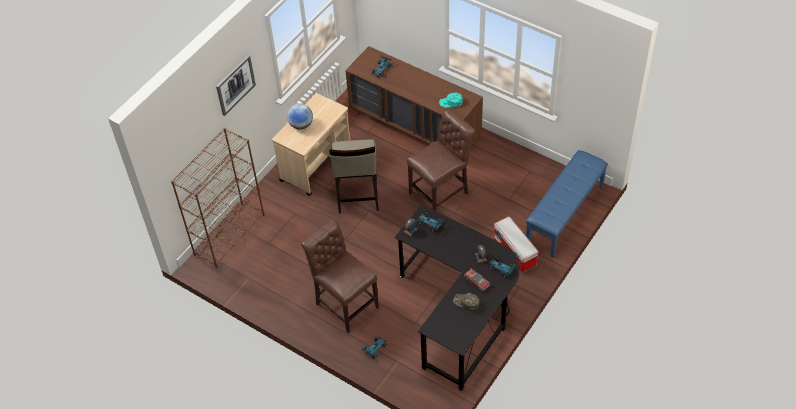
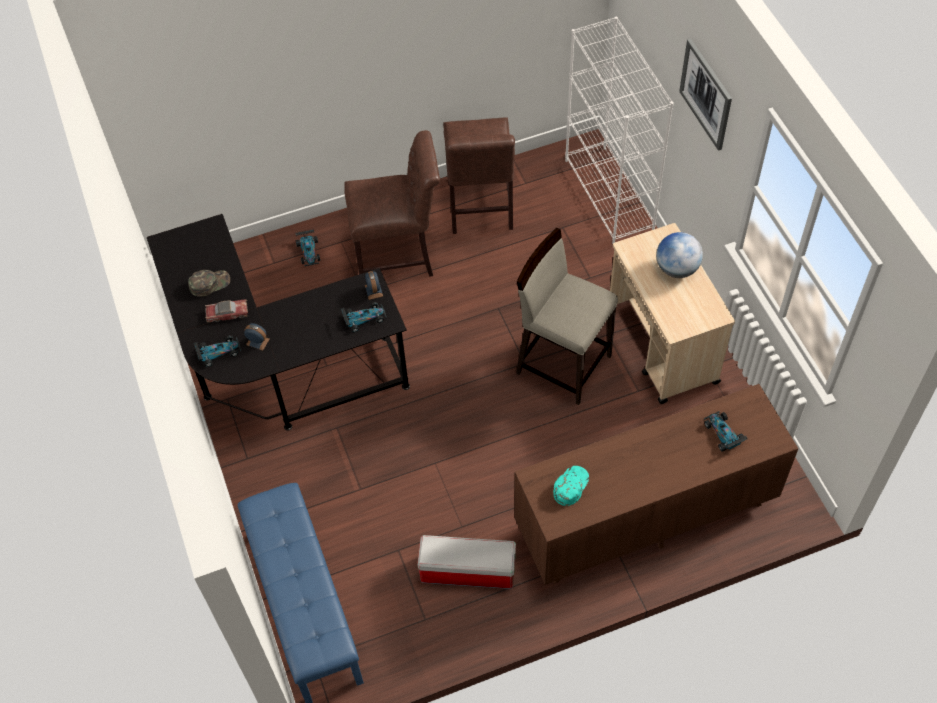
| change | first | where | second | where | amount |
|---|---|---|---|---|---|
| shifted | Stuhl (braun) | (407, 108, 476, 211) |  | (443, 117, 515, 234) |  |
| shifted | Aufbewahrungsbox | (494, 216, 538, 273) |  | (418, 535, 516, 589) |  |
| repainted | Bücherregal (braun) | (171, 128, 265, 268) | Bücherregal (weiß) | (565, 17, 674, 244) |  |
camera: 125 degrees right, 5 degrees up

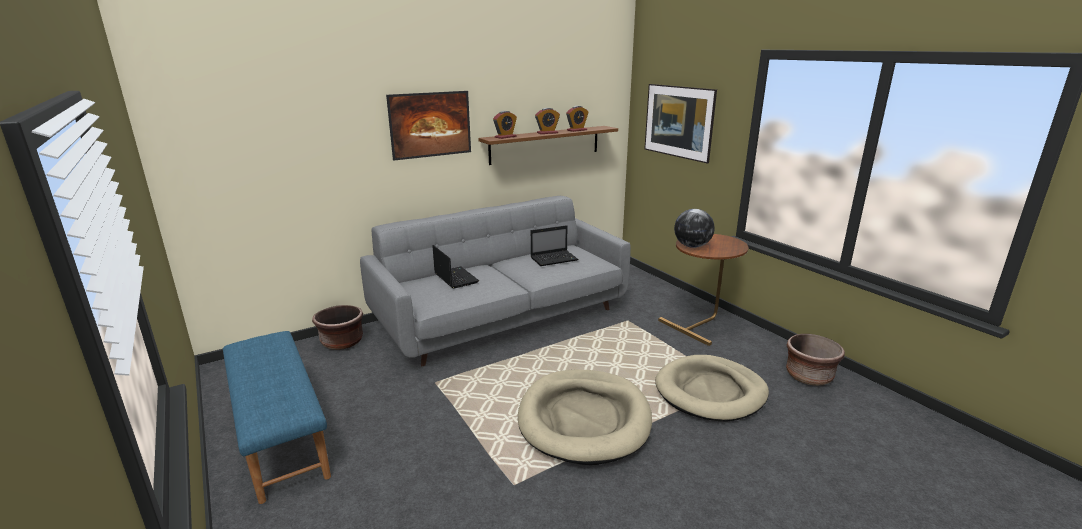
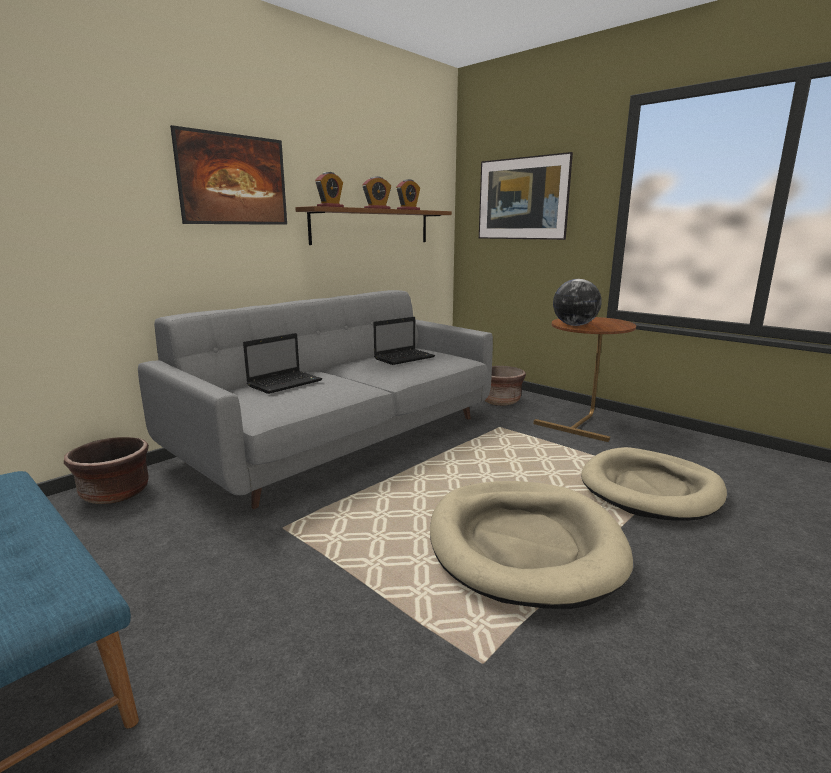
| change | first | where | second | where | amount |
|---|---|---|---|---|---|
| shifted | Pflanzkübel (braun) | (786, 334, 845, 386) |  | (485, 366, 526, 406) |  |
| rotated | Laptop | (432, 245, 479, 289) |  | (243, 333, 322, 394) | 90 degrees clockwise |
camera: 15 degrees left, 5 degrees down

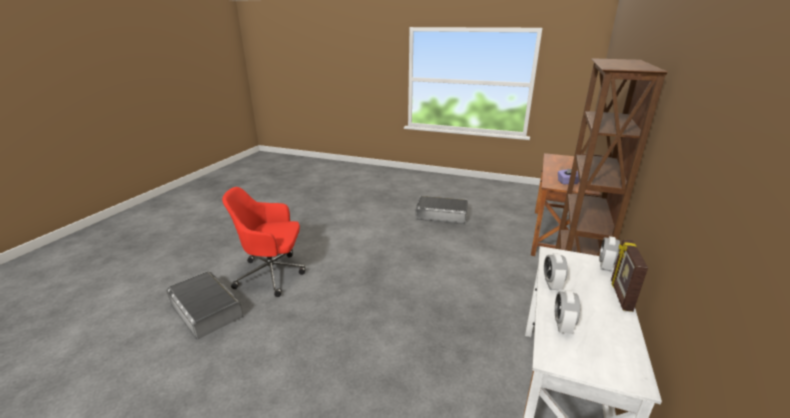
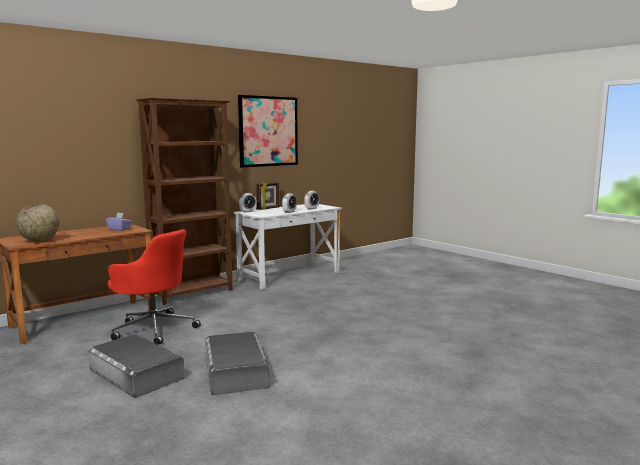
| change | first | where | second | where | amount |
|---|---|---|---|---|---|
| new |  |  | Globus | (16, 203, 59, 242) |  |
| new |  |  | Bild | (238, 95, 298, 167) |  |
| shifted | Aufbewahrungsbox (grau) | (166, 271, 243, 340) |  | (205, 332, 270, 395) |  |
| shifted | Bürostuhl (rot) | (222, 187, 306, 297) |  | (108, 229, 201, 345) |  |
camera: 150 degrees left, 15 degrees down

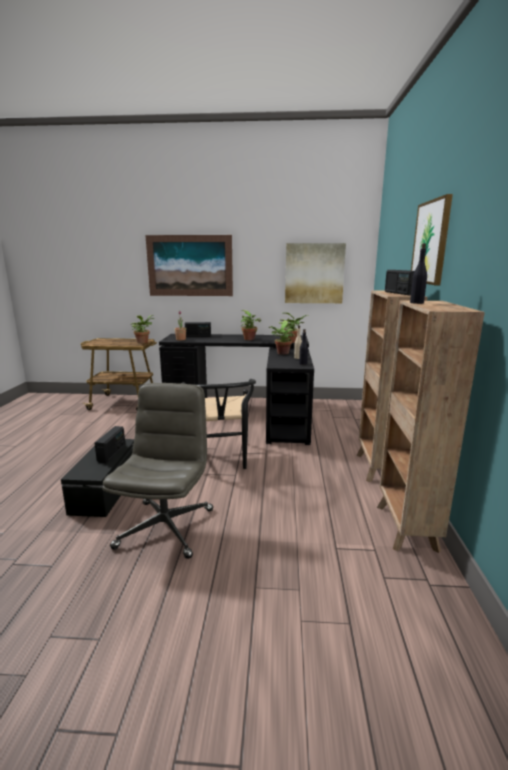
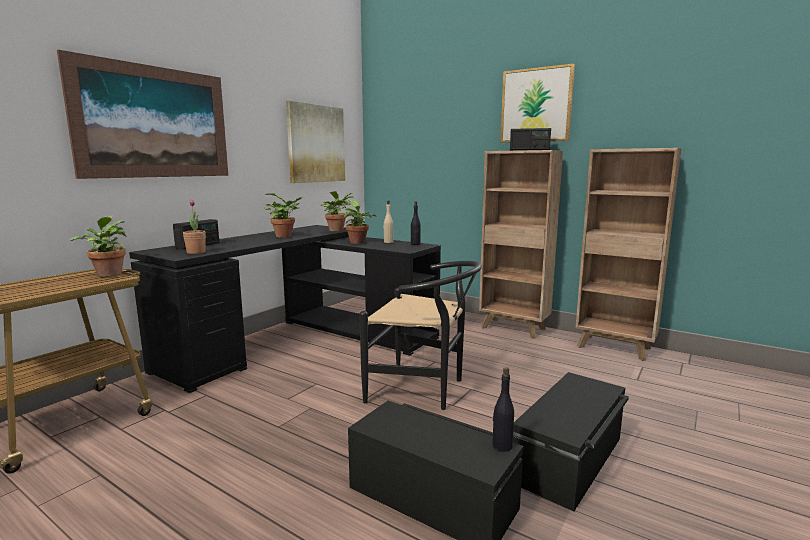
| change | first | where | second | where | amount |
|---|---|---|---|---|---|
| gone | Radio | (94, 426, 126, 463) |  |  |  |
| shifted | Flasche (schwarz) | (410, 243, 427, 304) |  | (492, 367, 514, 452) |  |
| swapped | Bürostuhl (grau) | (102, 383, 213, 559) | Aufbewahrungsbox (schwarz) | (513, 372, 629, 511) |  |
camera: 60 degrees left, 5 degrees down

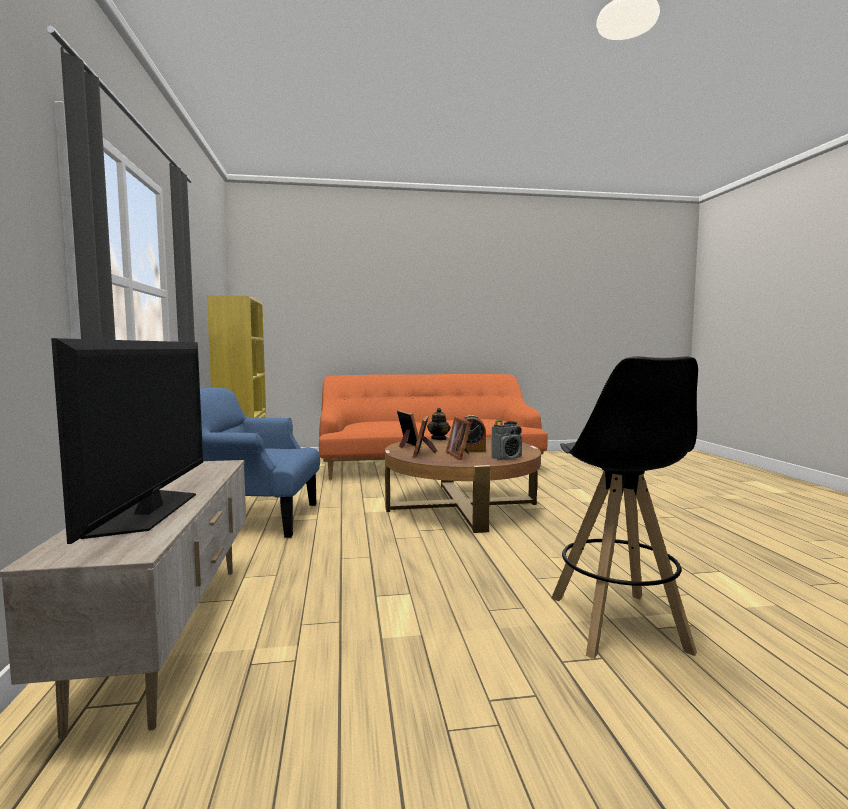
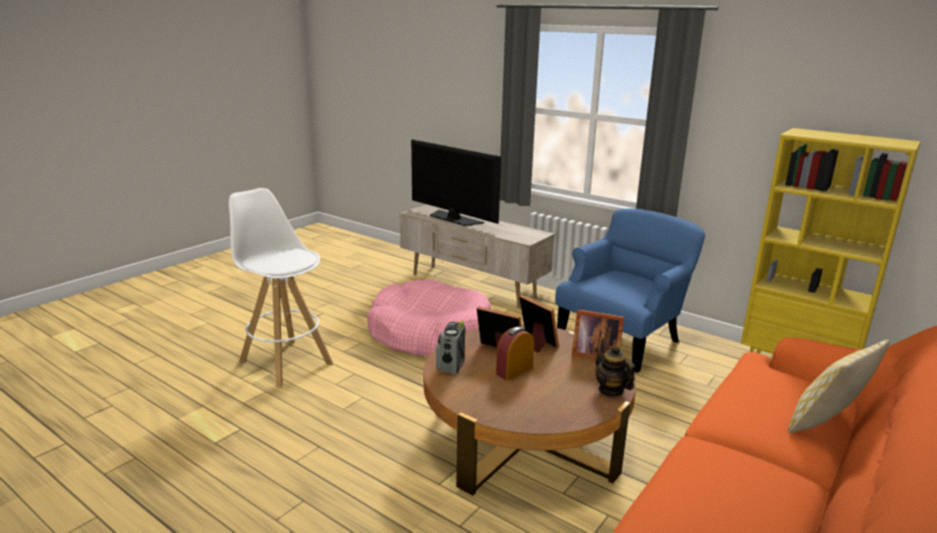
| change | first | where | second | where | amount |
|---|---|---|---|---|---|
| new |  |  | Hundebett (rosa) | (367, 279, 492, 356) |  |
| new |  |  | Kissen | (788, 340, 890, 433) |  |
| repainted | Hocker (schwarz) | (551, 356, 698, 659) | Hocker (weiß) | (229, 188, 333, 387) |  |
camera: 135 degrees right, 15 degrees up

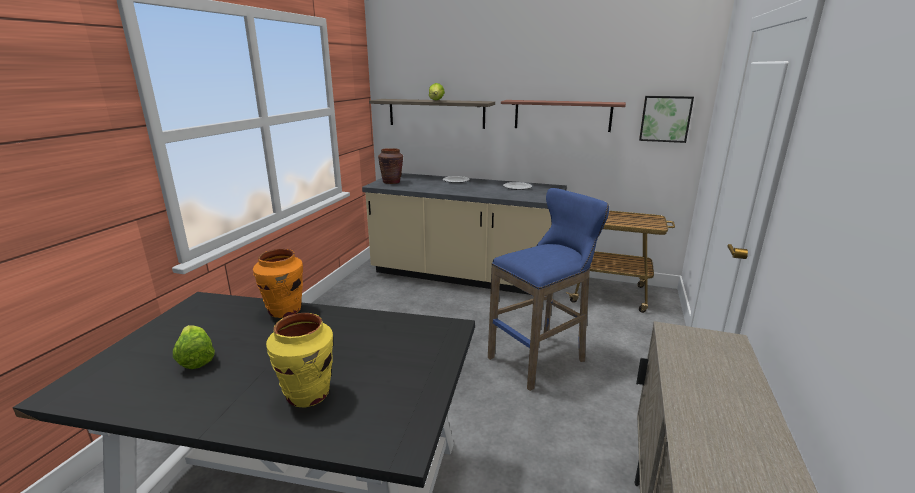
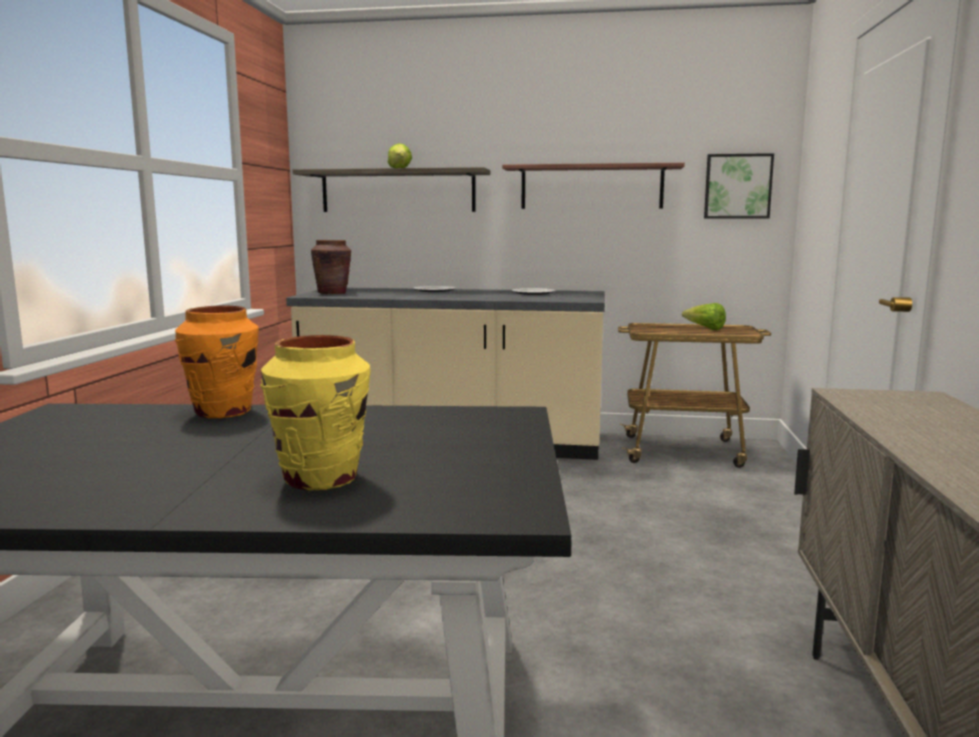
| change | first | where | second | where | amount |
|---|---|---|---|---|---|
| gone | Hocker (blau) | (488, 188, 609, 391) |  |  |  |
| shifted | Salatkopf | (173, 325, 215, 369) |  | (682, 303, 726, 330) |  |
camera: 10 degrees left, 10 degrees down

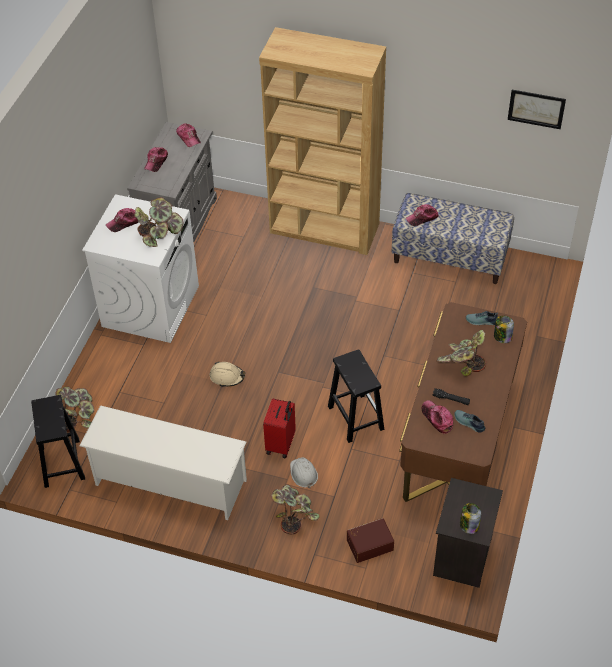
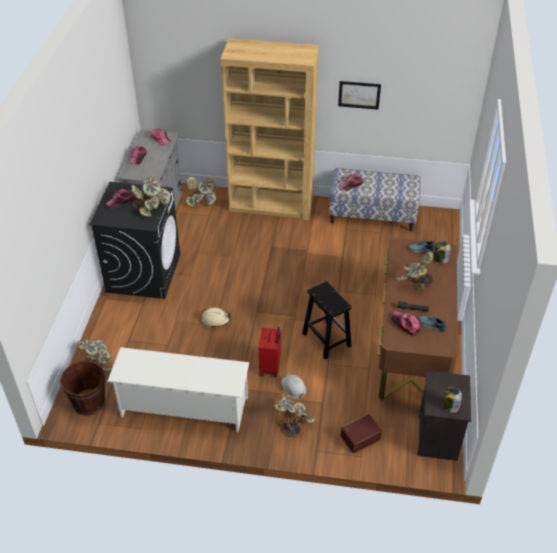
| change | first | where | second | where | amount |
|---|---|---|---|---|---|
| new |  |  | Topfpflanze | (186, 177, 216, 207) |  |
| shifted | Bild | (508, 90, 566, 129) |  | (338, 81, 381, 110) |  |
| swapped | Hocker (schwarz) | (31, 395, 85, 488) | Eimer (braun) | (60, 361, 105, 416) |  |
| repainted | Waschmaschine (weiß) | (82, 194, 199, 343) | Waschmaschine (schwarz) | (89, 182, 180, 299) |  |
camera: 10 degrees left, 5 degrees down

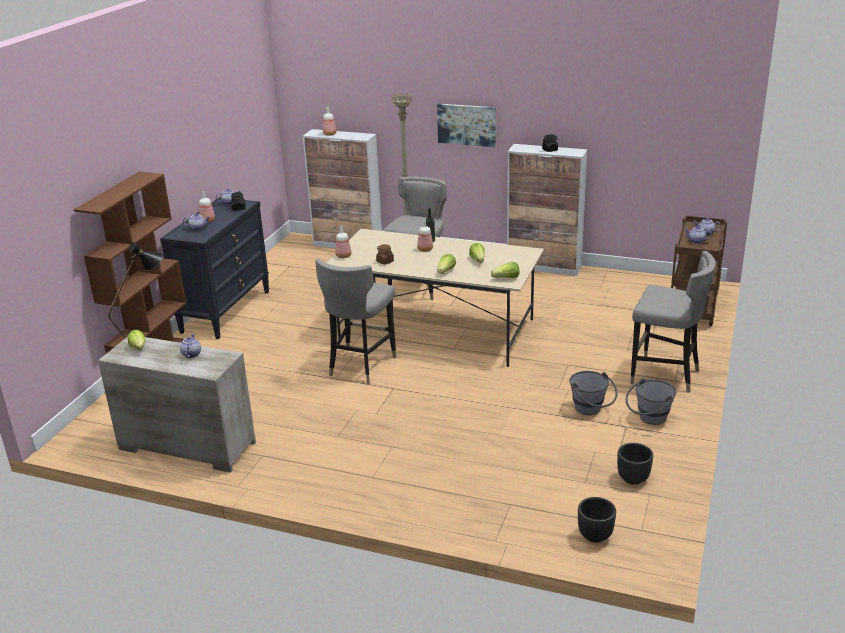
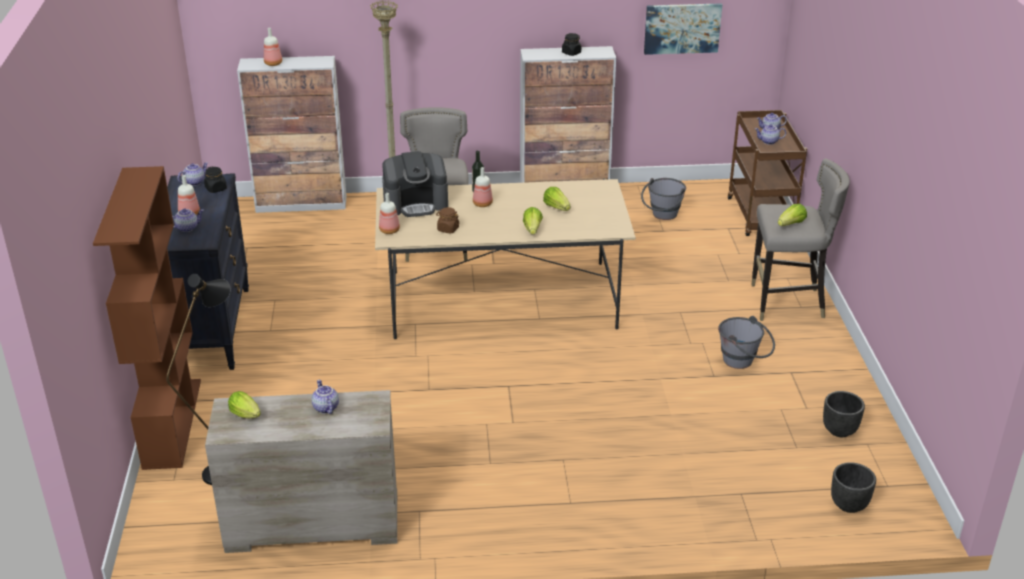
| change | first | where | second | where | amount |
|---|---|---|---|---|---|
| gone | Hocker (grau) | (315, 258, 396, 384) |  |  |  |
| new |  |  | Kaffeemaschine | (382, 151, 448, 217) |  |
| shifted | Bild | (437, 104, 495, 147) |  | (644, 3, 722, 55) |  |
| shifted | Salatkopf | (491, 262, 519, 278) |  | (778, 204, 807, 226) |  |
| shifted | Eimer (grau) | (626, 378, 677, 425) |  | (641, 178, 686, 220) |  |
camera: 25 degrees left, 5 degrees up

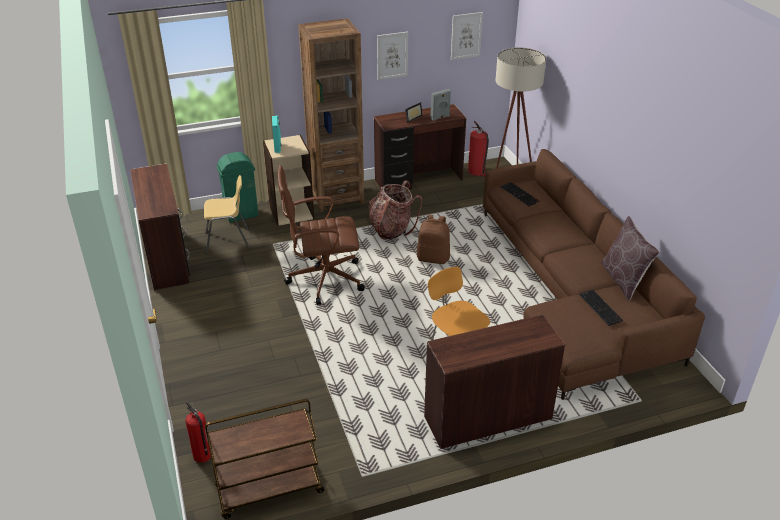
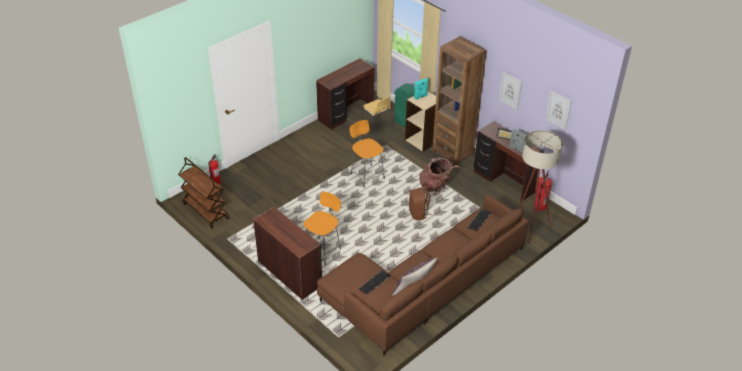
| change | first | where | second | where | amount |
|---|---|---|---|---|---|
| swapped | Bürostuhl (braun) | (278, 165, 365, 305) | Hocker (orange) | (350, 120, 385, 188) |  |
camera: 65 degrees right, 5 degrees up

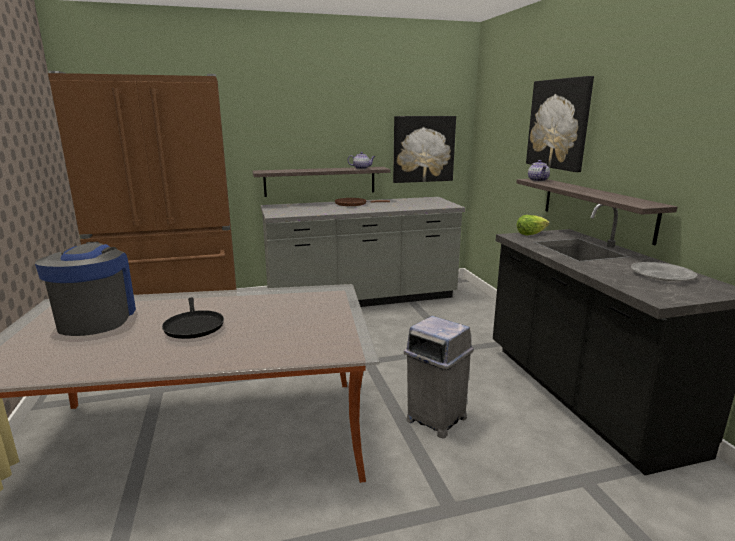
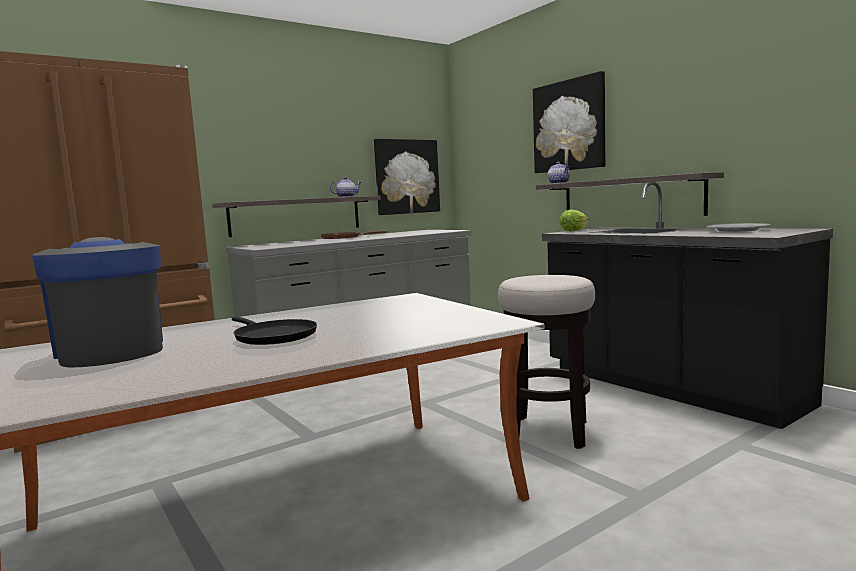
| change | first | where | second | where | amount |
|---|---|---|---|---|---|
| swapped | Mülleimer (grau) | (404, 316, 474, 439) | Hocker | (498, 275, 595, 449) |  |
camera: 20 degrees left, 10 degrees down

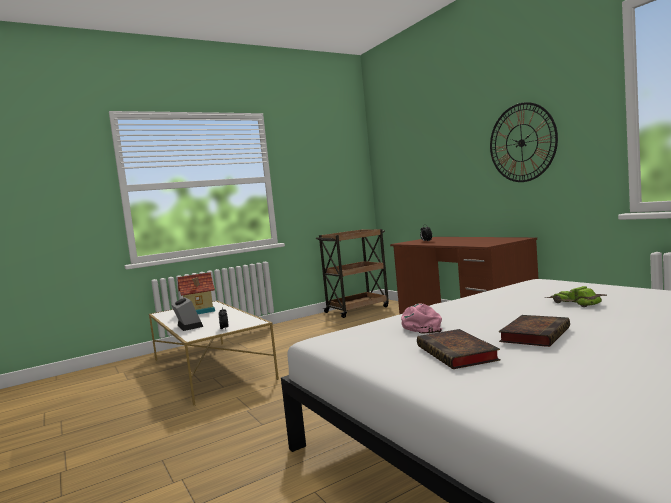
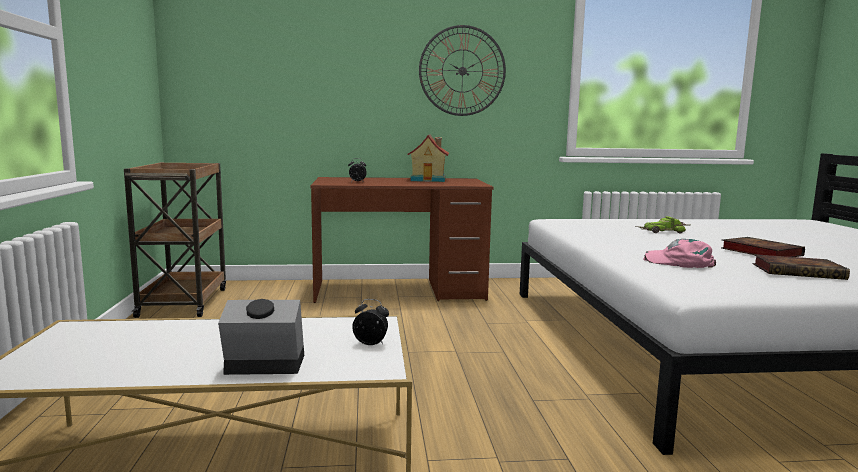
| change | first | where | second | where | amount |
|---|---|---|---|---|---|
| shifted | Spielzeughaus | (178, 272, 215, 314) |  | (407, 134, 449, 182) |  |
camera: 65 degrees left, 5 degrees up

